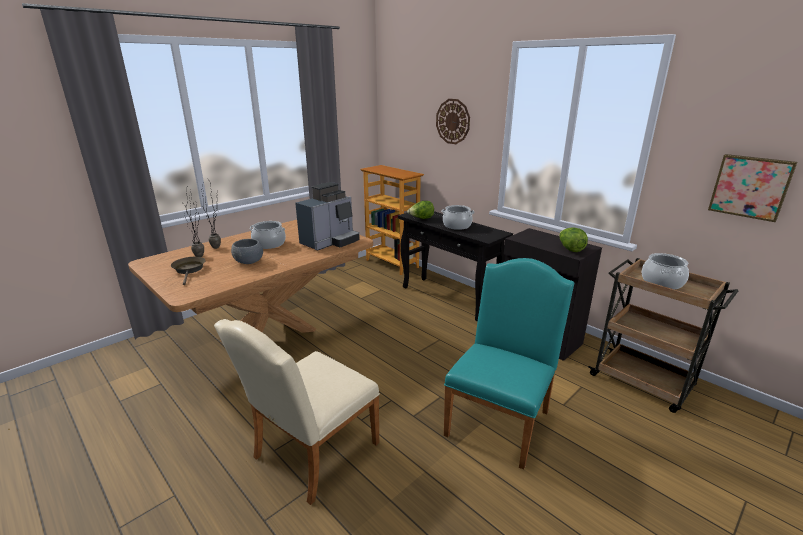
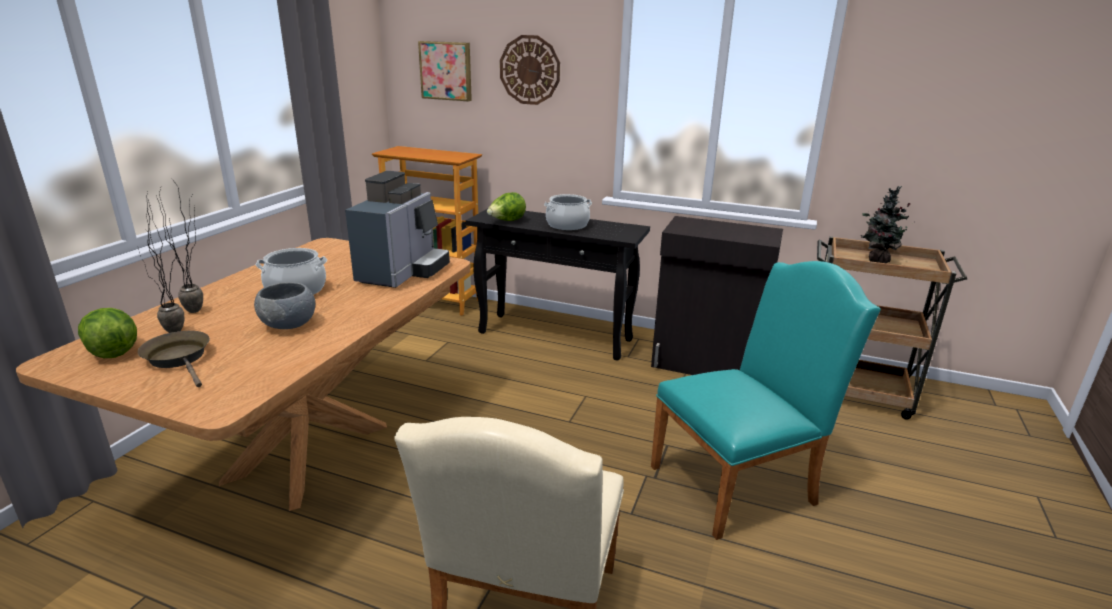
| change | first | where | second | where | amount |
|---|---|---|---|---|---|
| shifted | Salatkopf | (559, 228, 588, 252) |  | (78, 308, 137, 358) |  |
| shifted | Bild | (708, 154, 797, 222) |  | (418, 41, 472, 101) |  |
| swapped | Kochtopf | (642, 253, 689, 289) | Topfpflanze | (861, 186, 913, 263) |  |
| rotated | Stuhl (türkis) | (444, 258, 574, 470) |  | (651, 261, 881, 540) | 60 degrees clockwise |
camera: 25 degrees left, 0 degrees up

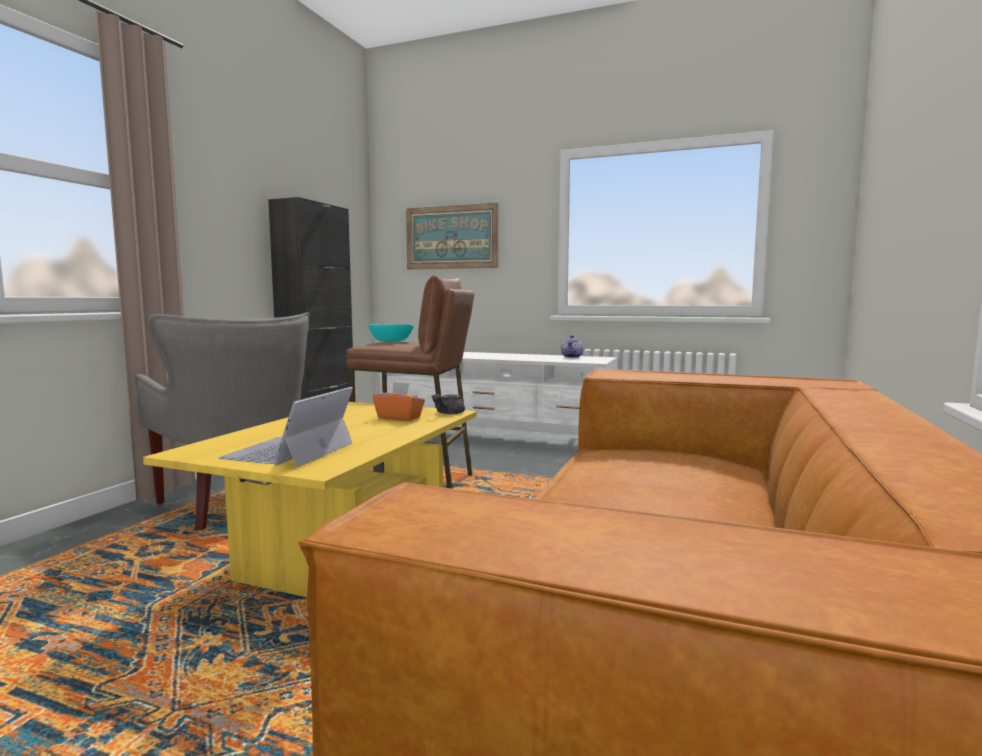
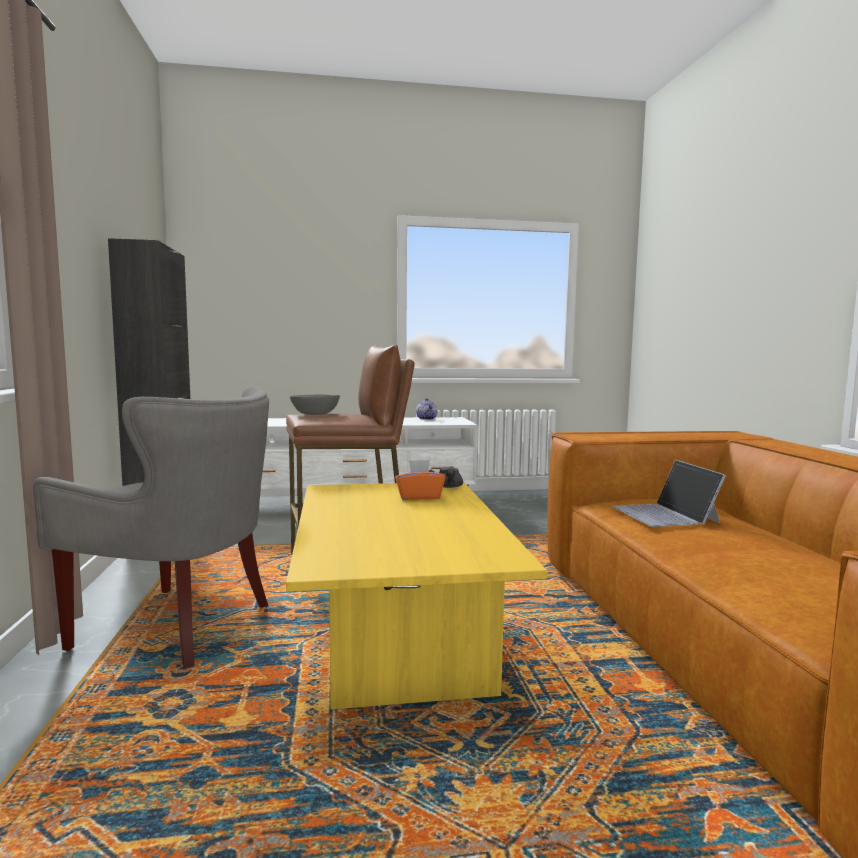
| change | first | where | second | where | amount |
|---|---|---|---|---|---|
| gone | Bild | (406, 203, 498, 270) |  |  |  |
| shifted | Laptop | (218, 387, 353, 467) |  | (612, 460, 726, 527) |  |
| repainted | Schüssel (türkis) | (368, 324, 414, 342) | Schüssel (grau) | (290, 395, 340, 415) |  |
camera: 30 degrees left, 0 degrees up

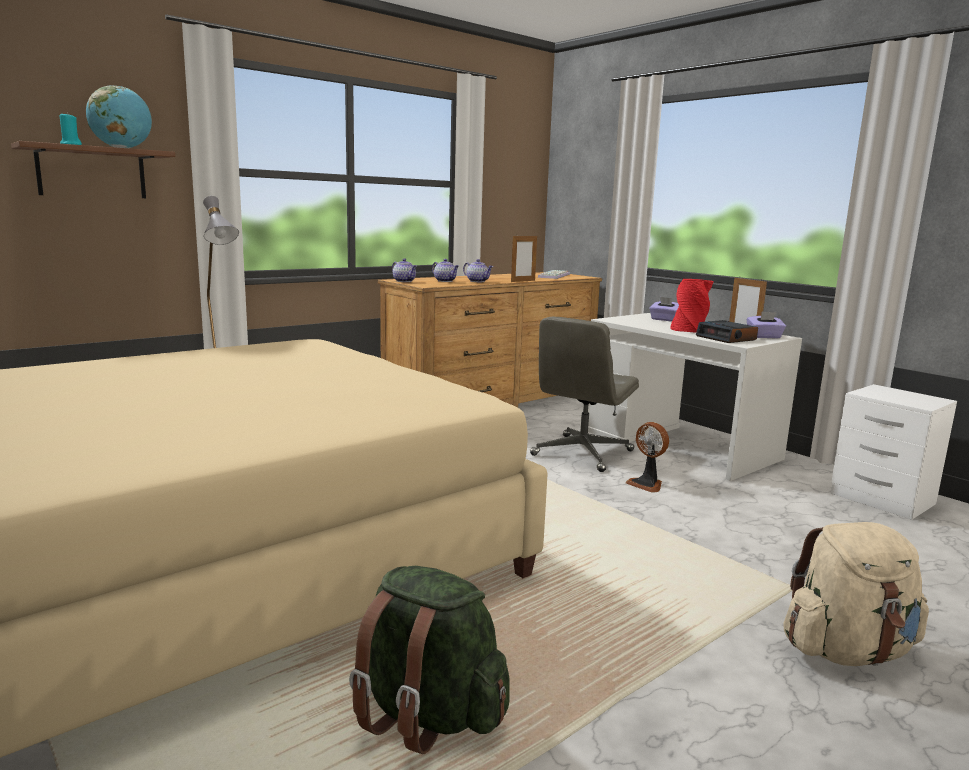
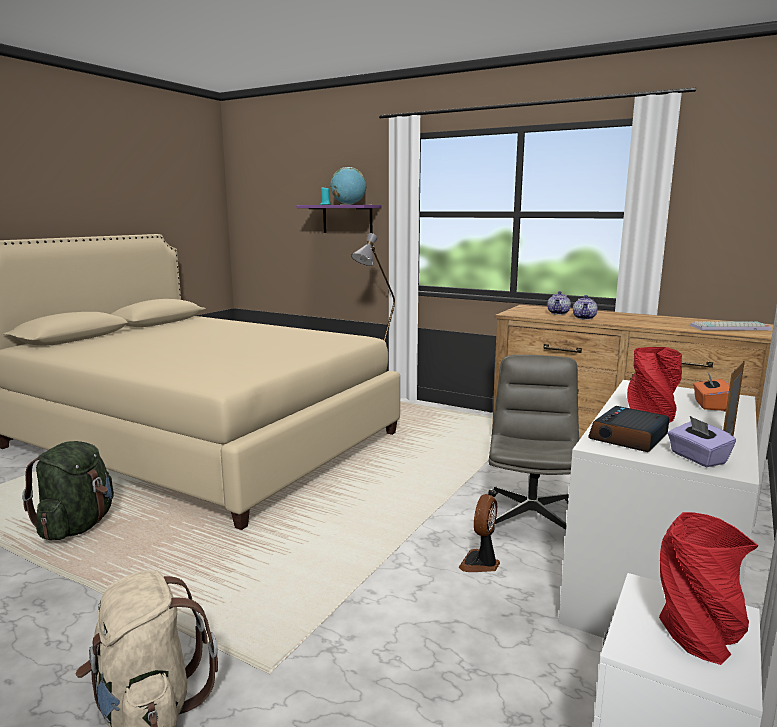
| change | first | where | second | where | amount |
|---|---|---|---|---|---|
| gone | Teekanne | (392, 258, 417, 282) |  |  |  |
| gone | Bilderrahmen | (511, 234, 537, 282) |  |  |  |
| new |  |  | Vase (rot) | (659, 512, 758, 665) |  |
| repainted | Wandregal (braun) | (11, 141, 175, 198) | Wandregal (lila) | (296, 205, 381, 233) |  |
| repainted | Taschentuchbox (lila) | (649, 297, 679, 322) | Taschentuchbox (orange) | (693, 373, 730, 411) |  |
| rotated | Bürostuhl (grau) | (530, 317, 639, 472) |  | (488, 355, 580, 535) | 90 degrees clockwise |
camera: 70 degrees right, 0 degrees up

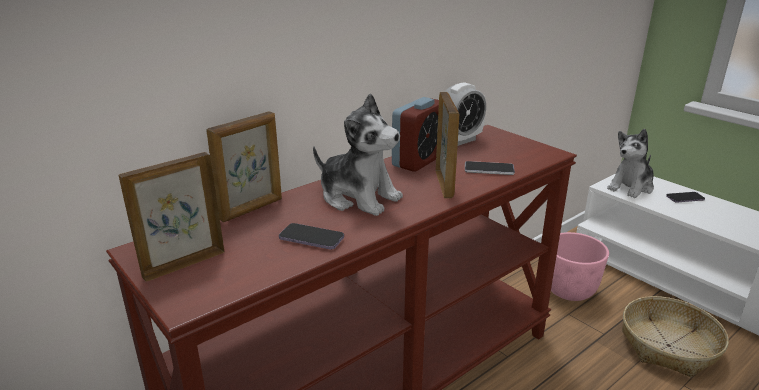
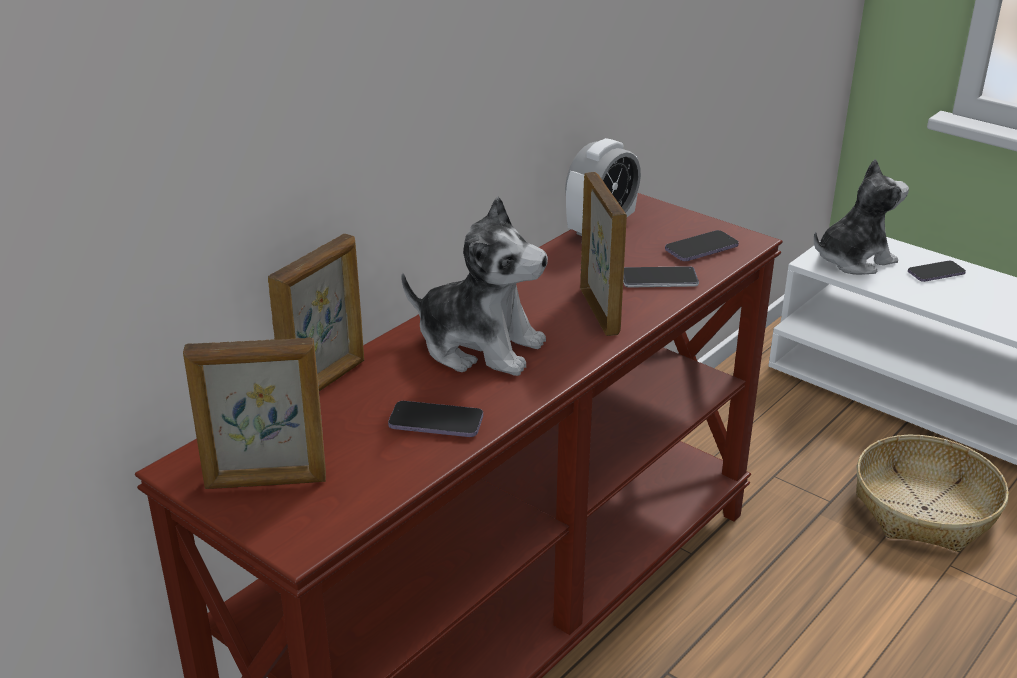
| change | first | where | second | where | amount |
|---|---|---|---|---|---|
| gone | Wecker | (392, 97, 439, 172) |  |  |  |
| gone | Pflanzkübel (rosa) | (551, 232, 609, 301) |  |  |  |
| new |  |  | Handy | (665, 230, 739, 261) |  |
| rotated | Bilderrahmen | (119, 152, 224, 282) |  | (183, 337, 326, 489) | 135 degrees counterclockwise |
| rotated | Plüschtier | (607, 129, 654, 198) |  | (814, 159, 909, 275) | 150 degrees counterclockwise |
camera: 10 degrees left, 5 degrees up

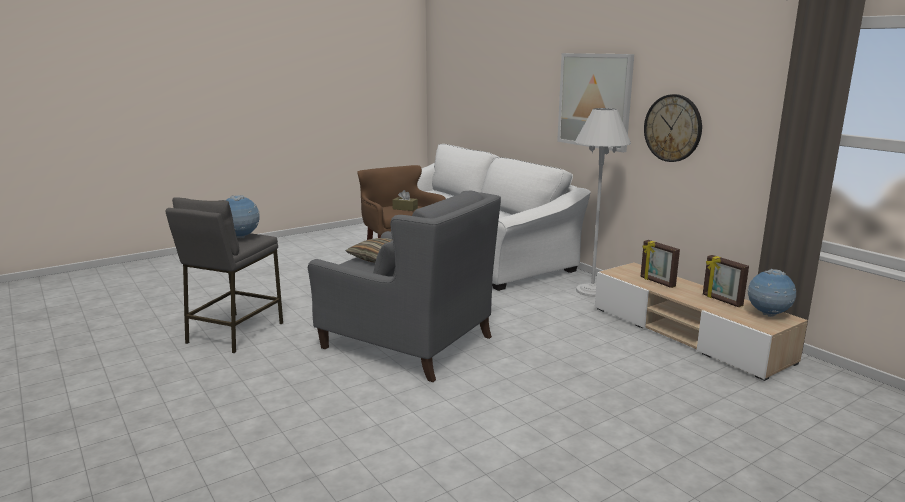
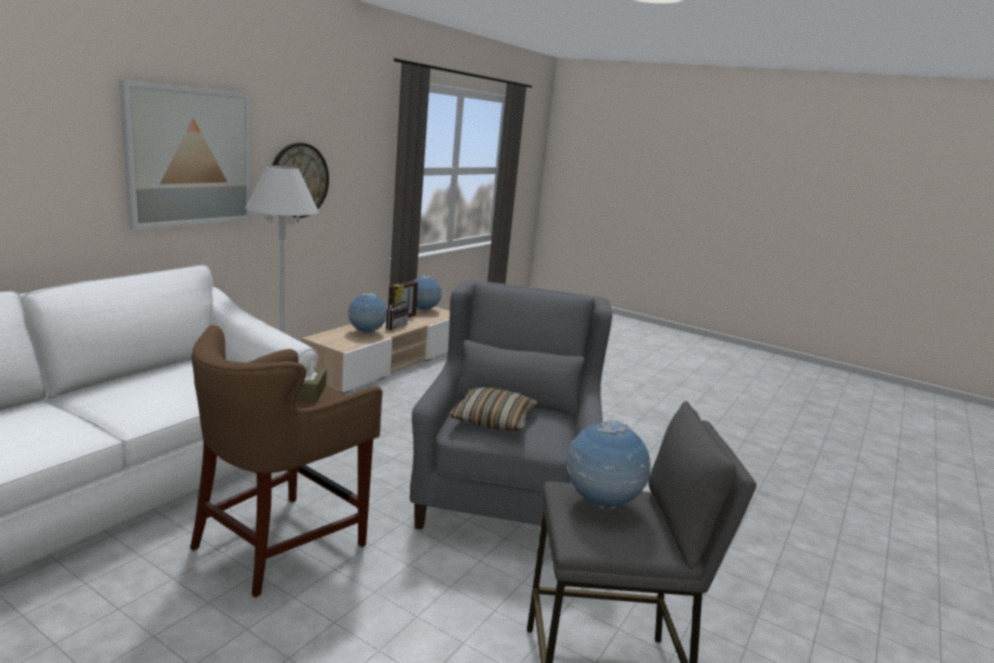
| change | first | where | second | where | amount |
|---|---|---|---|---|---|
| new |  |  | Radio | (386, 295, 409, 330) |  |
| swapped | Bilderrahmen | (640, 240, 680, 288) | Globus | (348, 293, 387, 334) |  |
camera: 115 degrees left, 0 degrees up

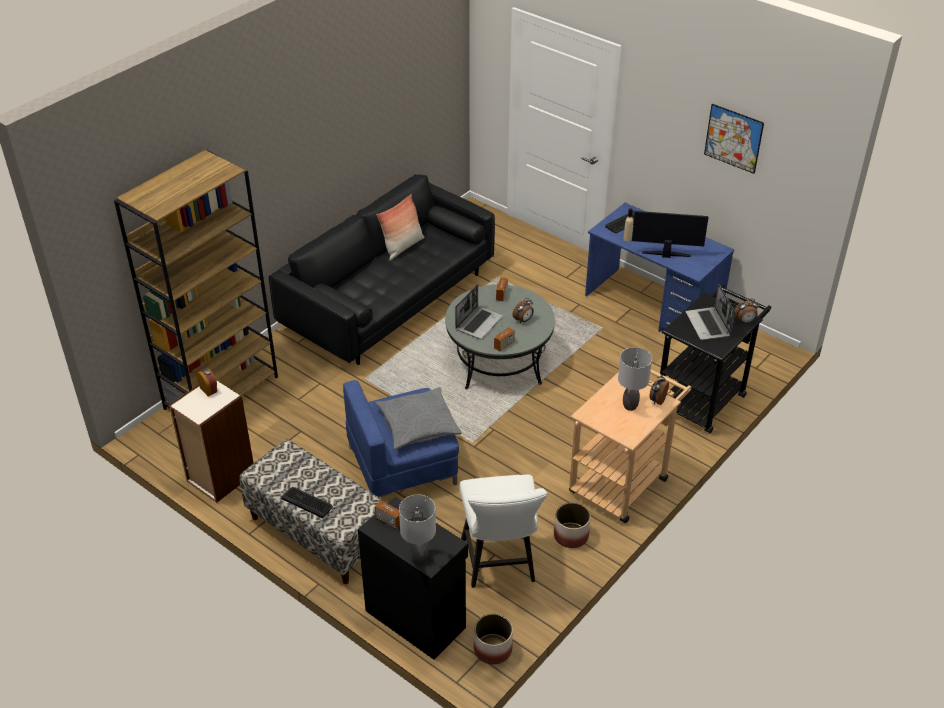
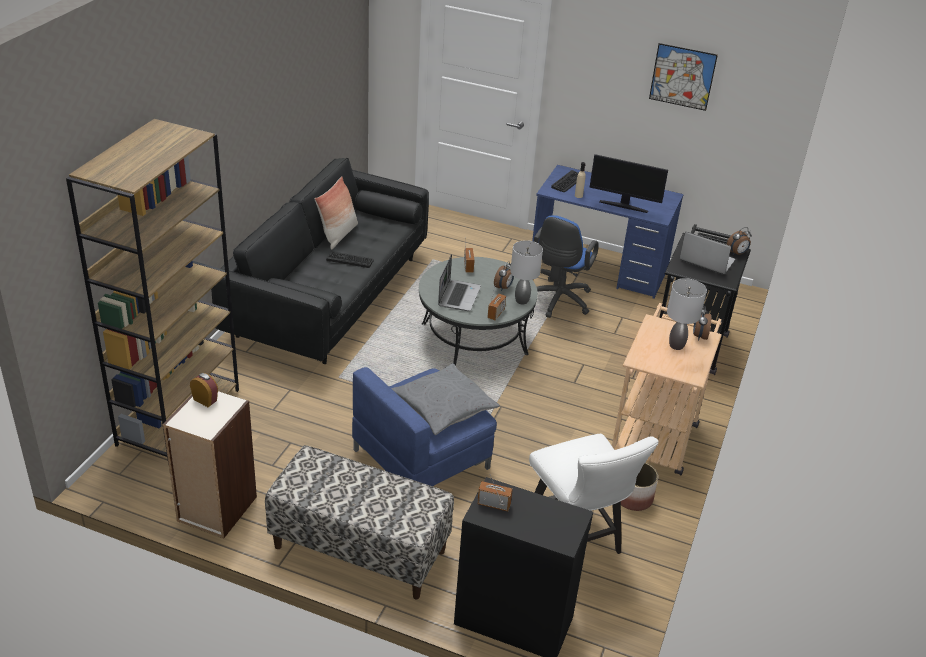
| change | first | where | second | where | amount |
|---|---|---|---|---|---|
| gone | Pflanzkübel | (474, 614, 513, 664) |  |  |  |
| new |  |  | Bürostuhl (blau) | (534, 215, 599, 318) |  |
| shifted | Tastatur | (281, 487, 333, 518) |  | (326, 252, 374, 268) |  |
| shifted | Tischlampe (grau) | (399, 495, 436, 563) |  | (510, 240, 543, 304) |  |
| rotated | Monitor | (632, 211, 708, 258) |  | (590, 154, 668, 213) | 150 degrees counterclockwise |
| rotated | Laptop | (686, 284, 735, 340) |  | (680, 232, 735, 274) | 150 degrees clockwise |
camera: 20 degrees left, 5 degrees down

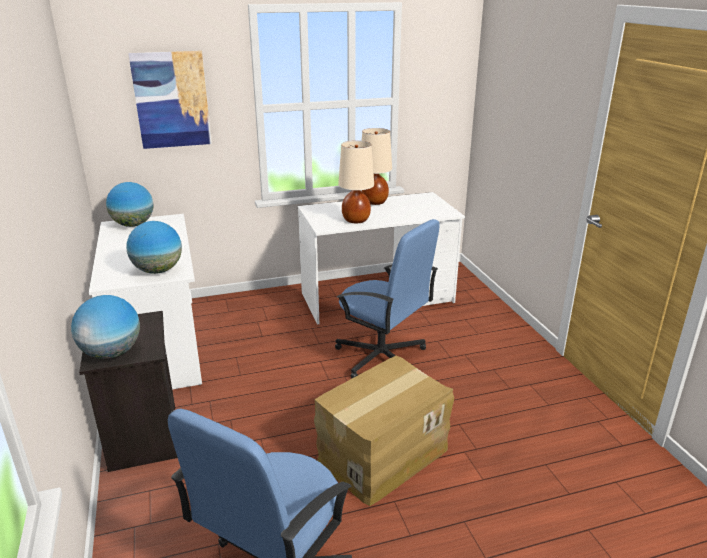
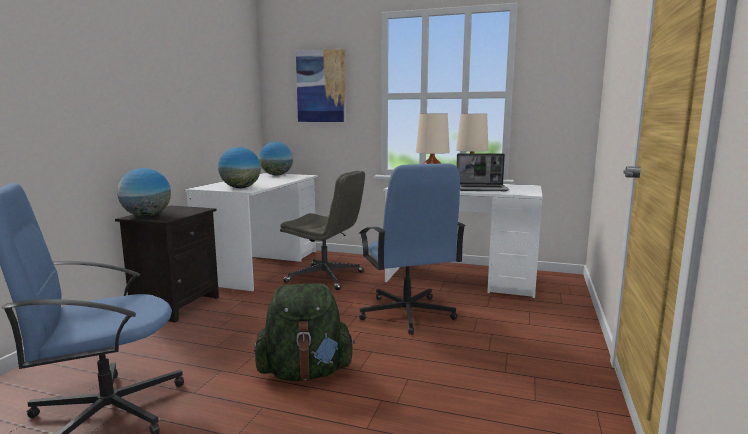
| change | first | where | second | where | amount |
|---|---|---|---|---|---|
| new |  |  | Bürostuhl (grau) | (280, 171, 365, 290) |  |
| new |  |  | Laptop | (456, 153, 510, 191) |  |
| swapped | Karton | (314, 356, 454, 506) | Rucksack (grün) | (254, 283, 355, 381) |  |
camera: 35 degrees right, 15 degrees down

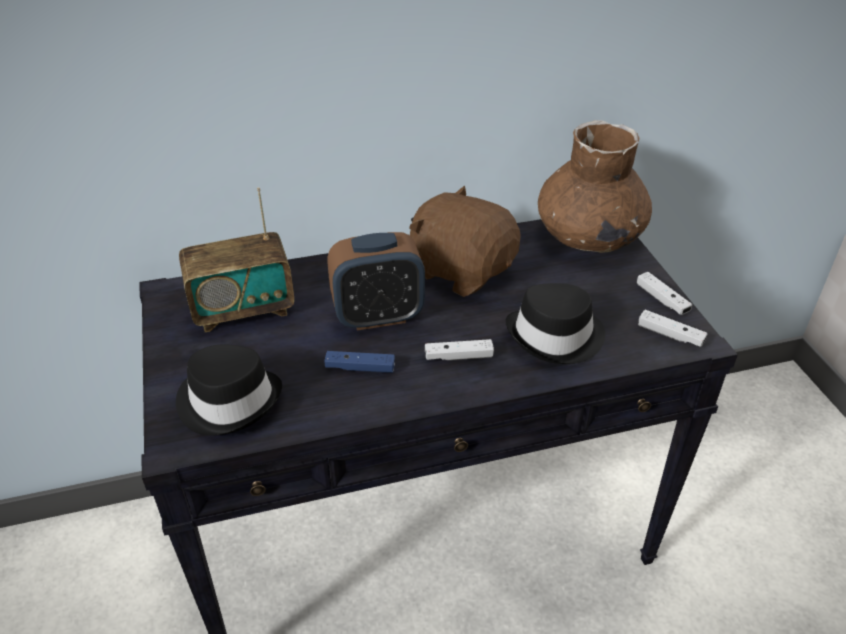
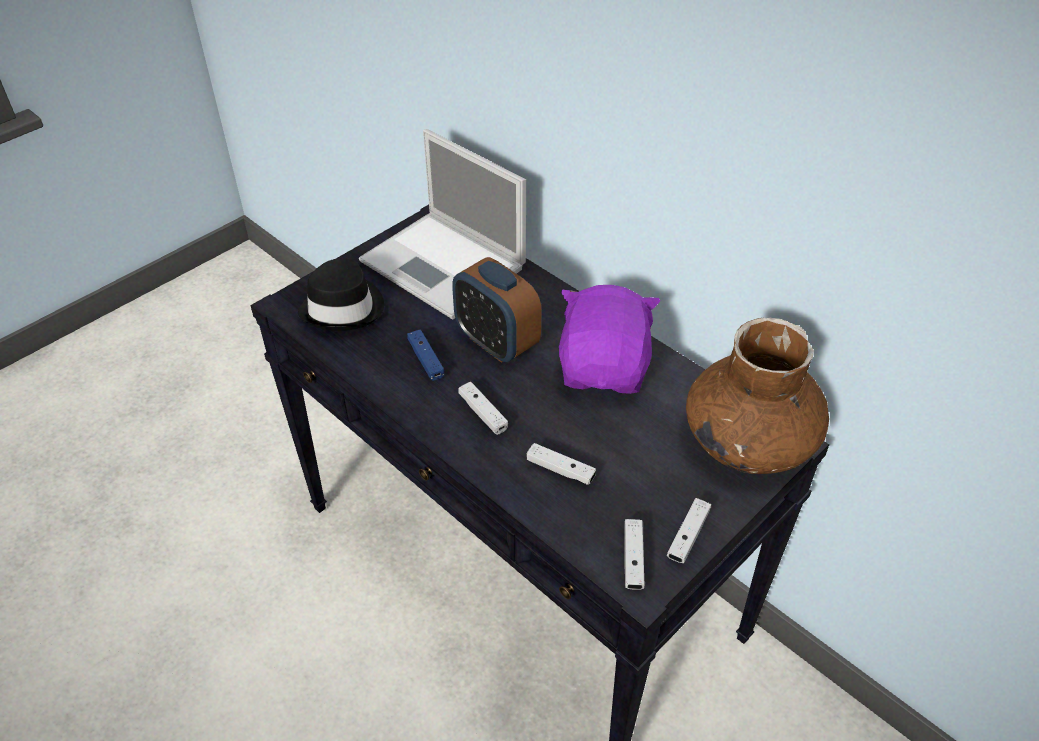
| change | first | where | second | where | amount |
|---|---|---|---|---|---|
| swapped | Radio | (179, 187, 294, 332) | Laptop | (359, 129, 526, 319) |  |
| swapped | Hut (schwarz) | (505, 283, 605, 364) | Gamepad (weiß) | (527, 443, 596, 485) |  |
| repainted | Plüschtier (braun) | (409, 185, 521, 297) | Plüschtier (lila) | (559, 285, 660, 394) |  |
camera: 60 degrees right, 5 degrees up

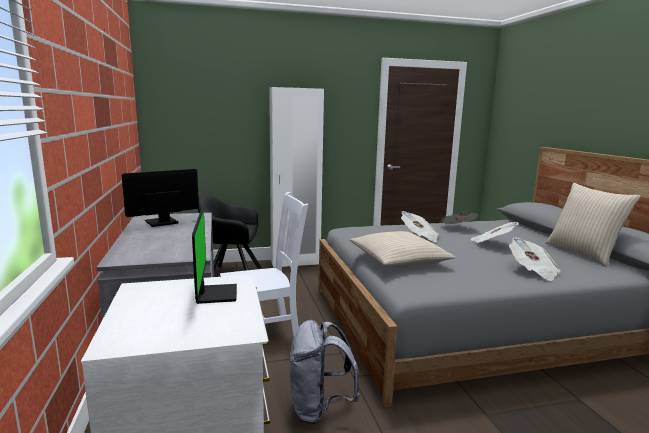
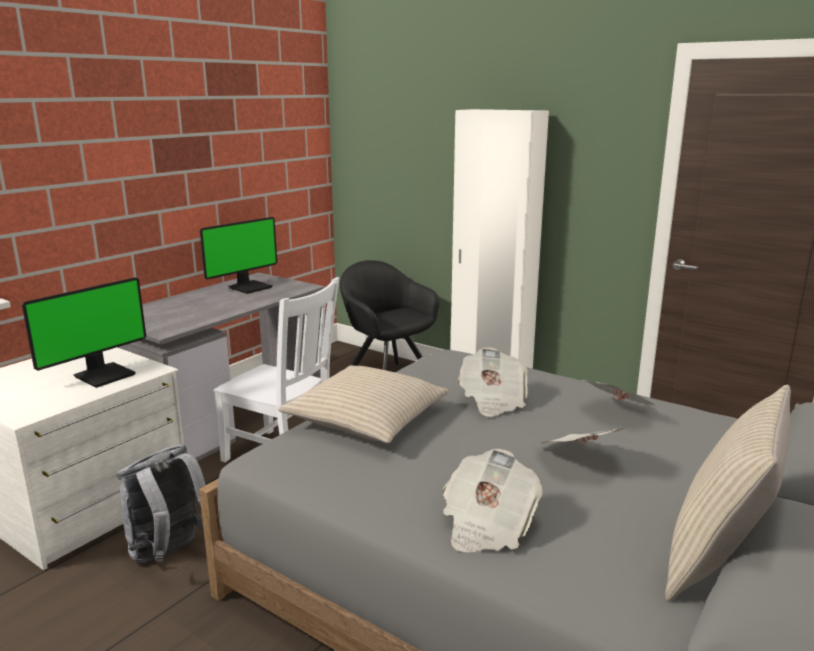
| change | first | where | second | where | amount |
|---|---|---|---|---|---|
| rotated | Monitor | (122, 169, 199, 227) |  | (200, 217, 277, 294) | 120 degrees clockwise |
camera: 50 degrees right, 5 degrees up

